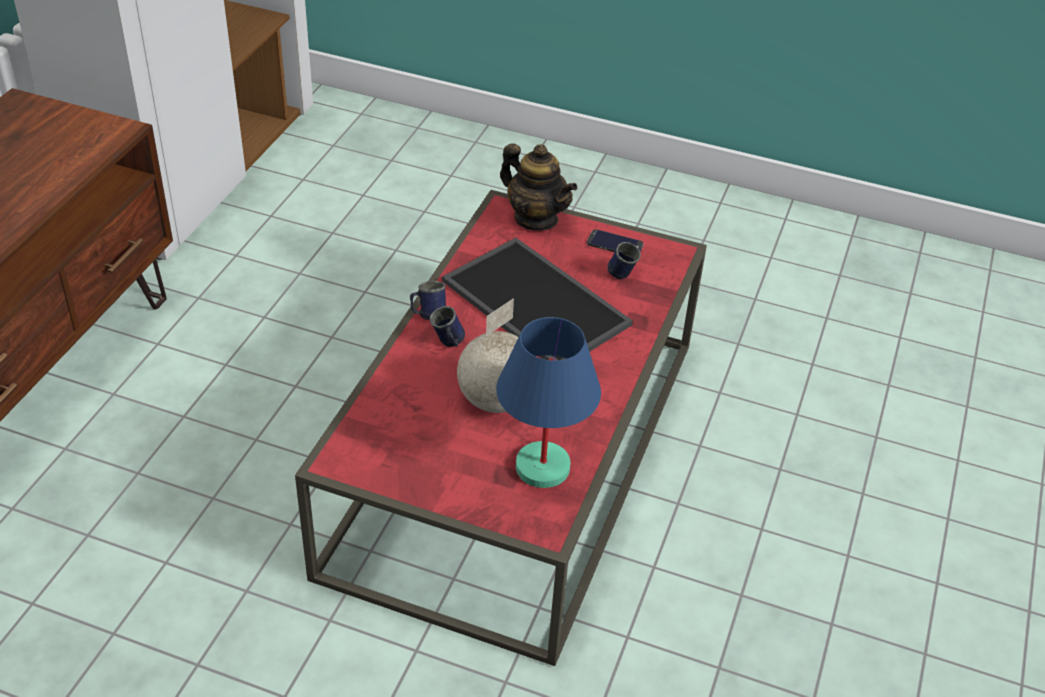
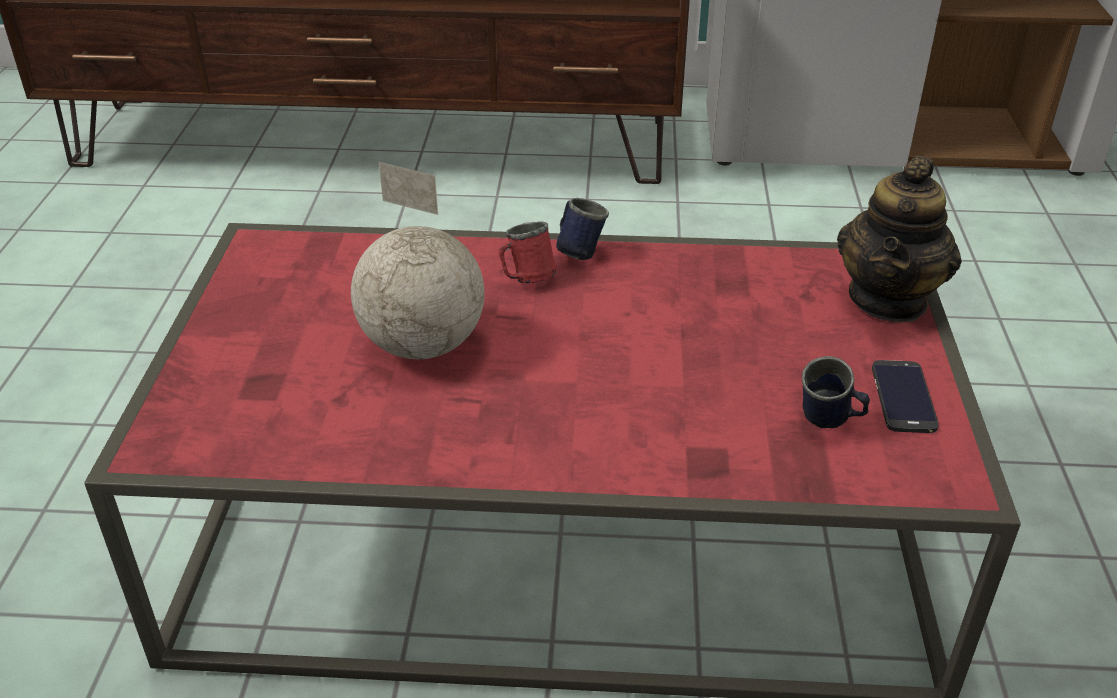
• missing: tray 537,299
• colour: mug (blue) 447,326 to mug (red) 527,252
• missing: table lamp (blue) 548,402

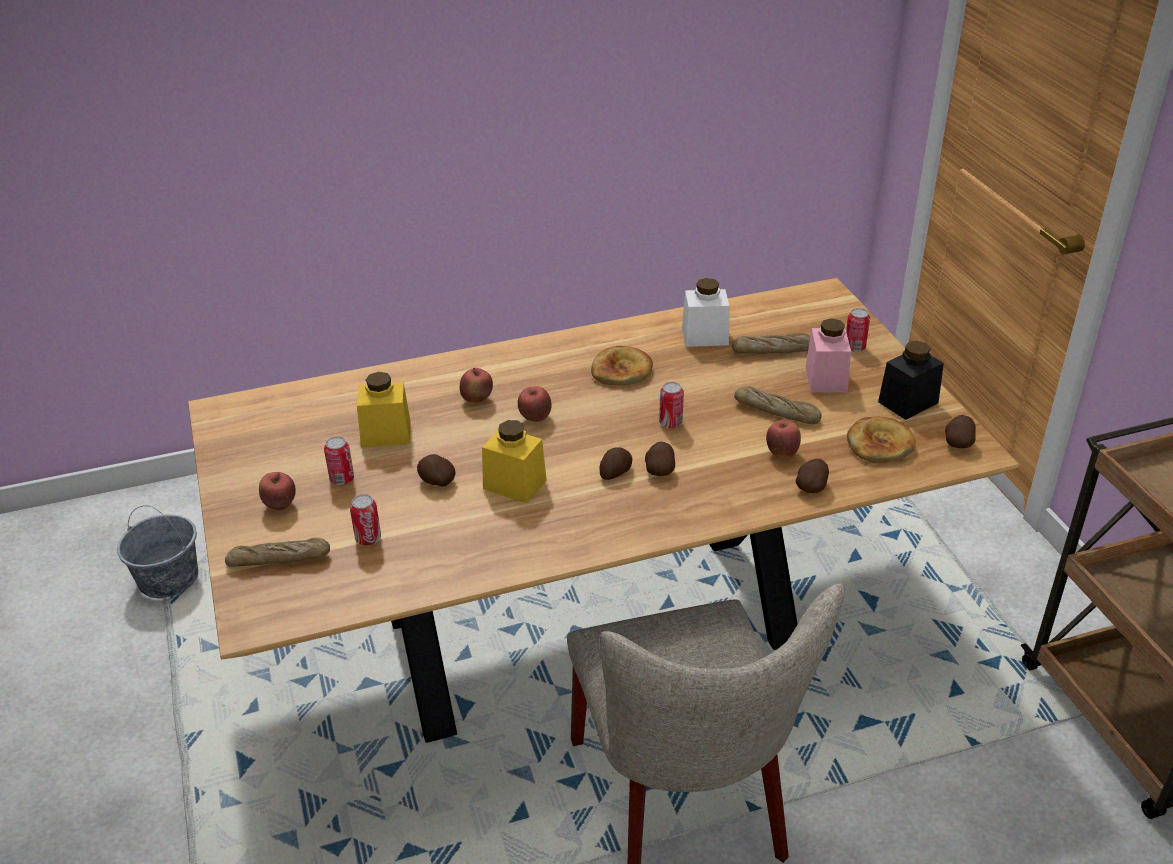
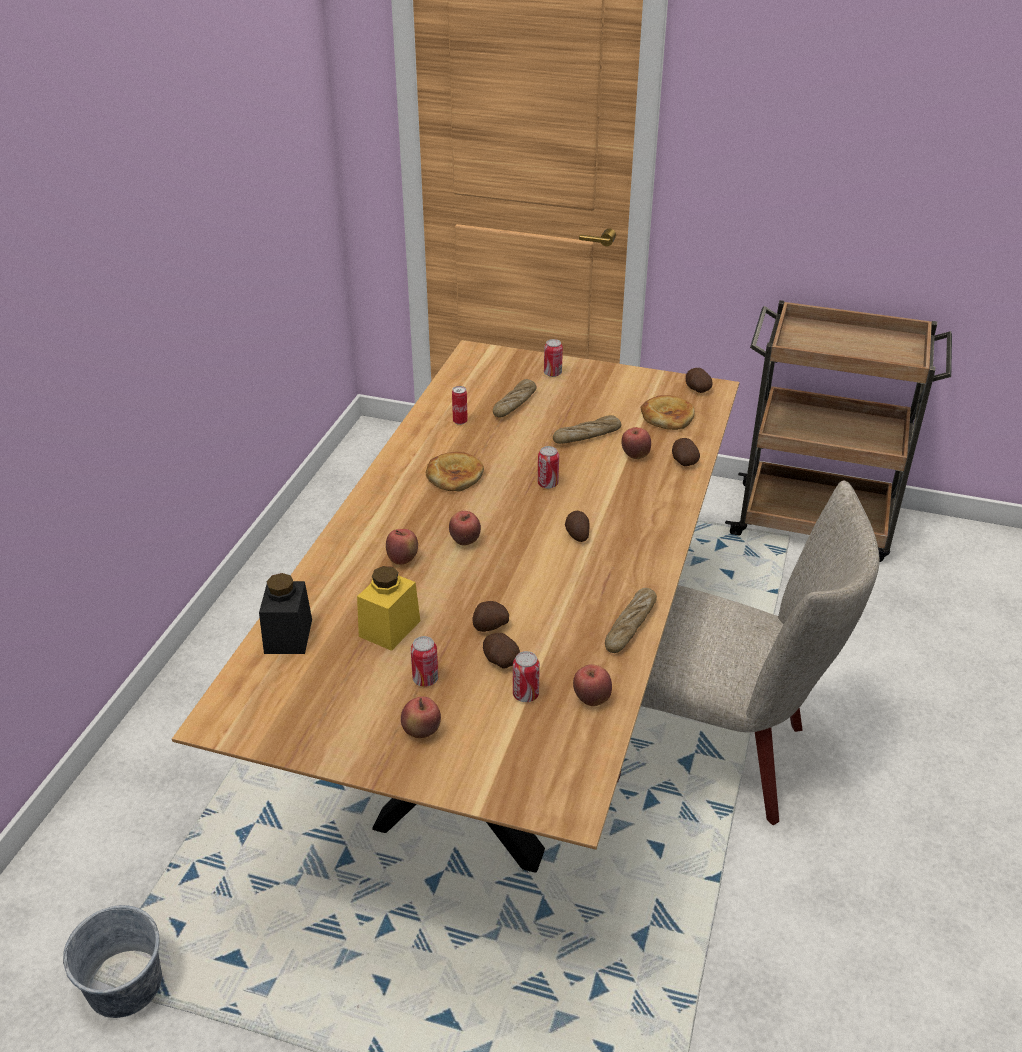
• exchanged: jar (white) 706,312 to can 460,405
• missing: jar (pink) 828,355
• relocated: jar (black) 911,380 to 285,613
• missing: jar (yellow) 514,461
• relocated: potato 660,459 to 501,650
• relocated: bread 277,552 to 631,620
• appeared: apple 592,685

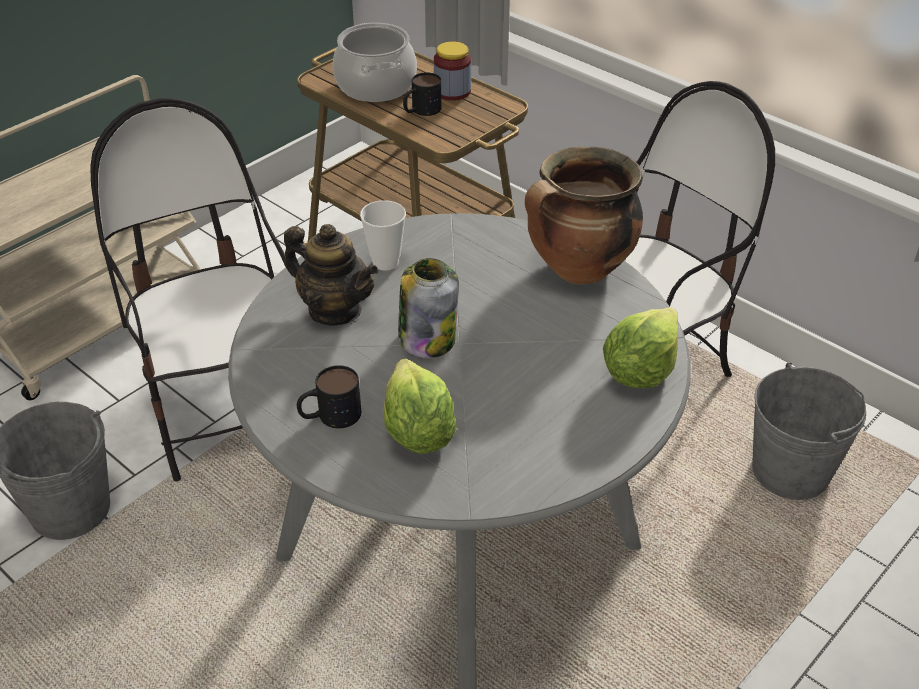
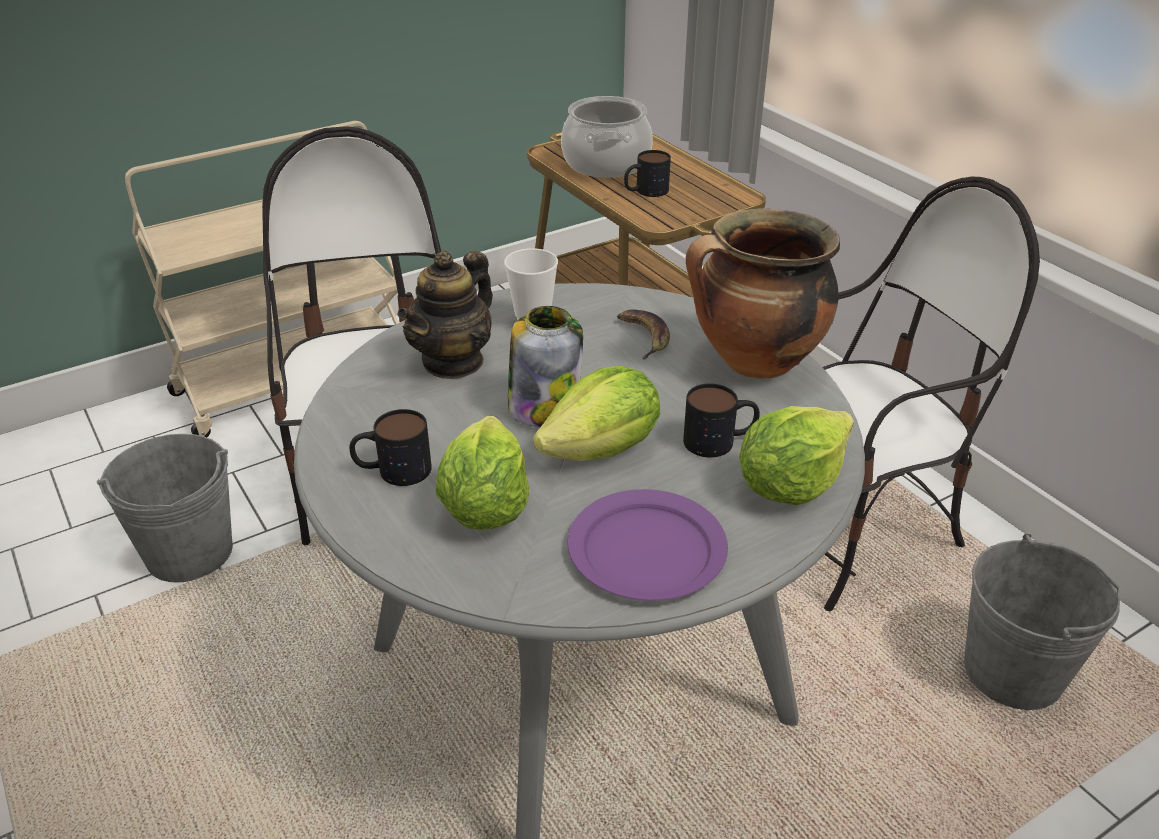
• missing: jar 452,70
• spun: teapot 331,274 = 445,315 75 degrees clockwise
• appeared: banana 643,334
• appeared: lettuce 596,413
• appeared: mug 721,420
• appeared: plate (purple) 647,545

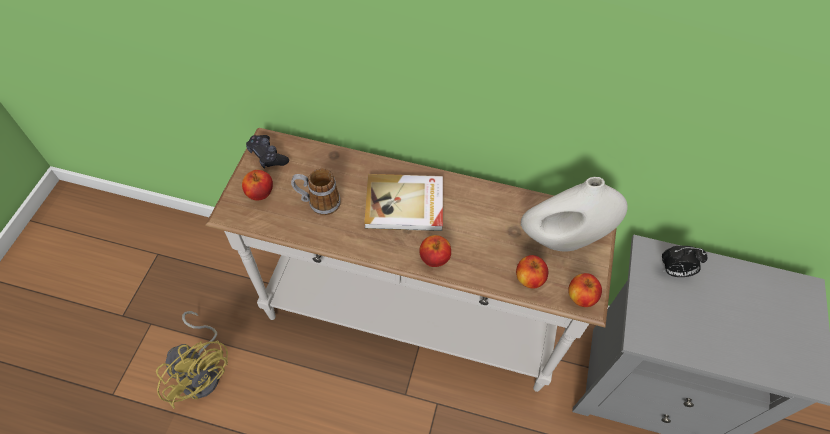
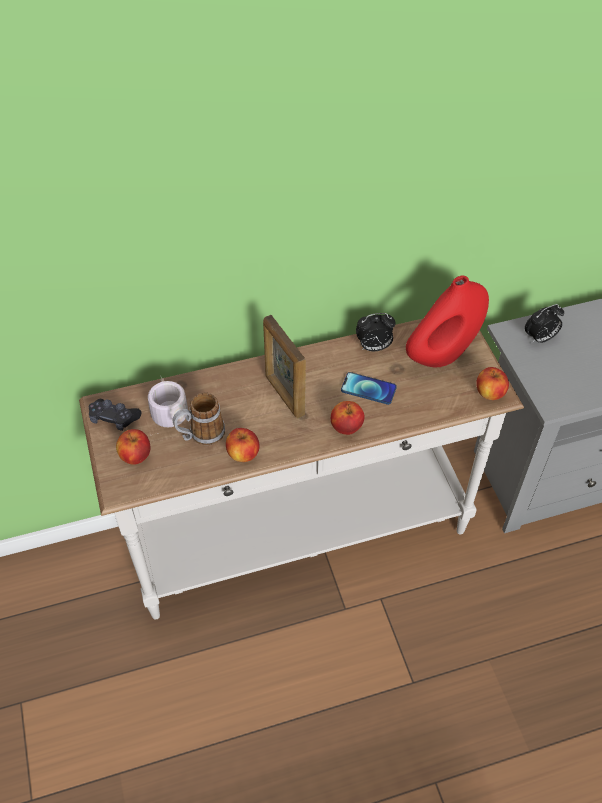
• exchanged: book 403,202 to picture frame 284,366
• colour: vase (white) 574,214 to vase (red) 447,321
• relocated: apple 532,272 to 243,445
• missing: fan (yellow) 192,360
• appeared: alarm clock 376,332
• appeared: phone 369,388
• appeared: mug (grey) 168,406

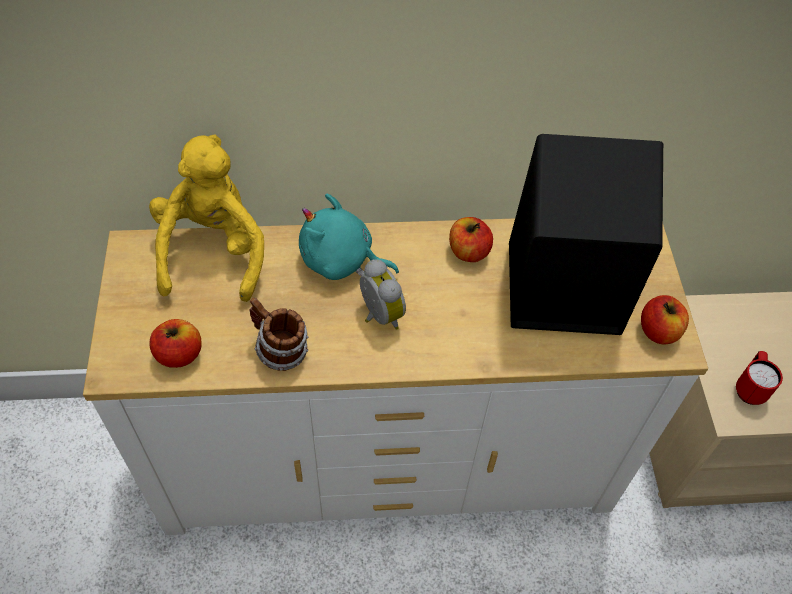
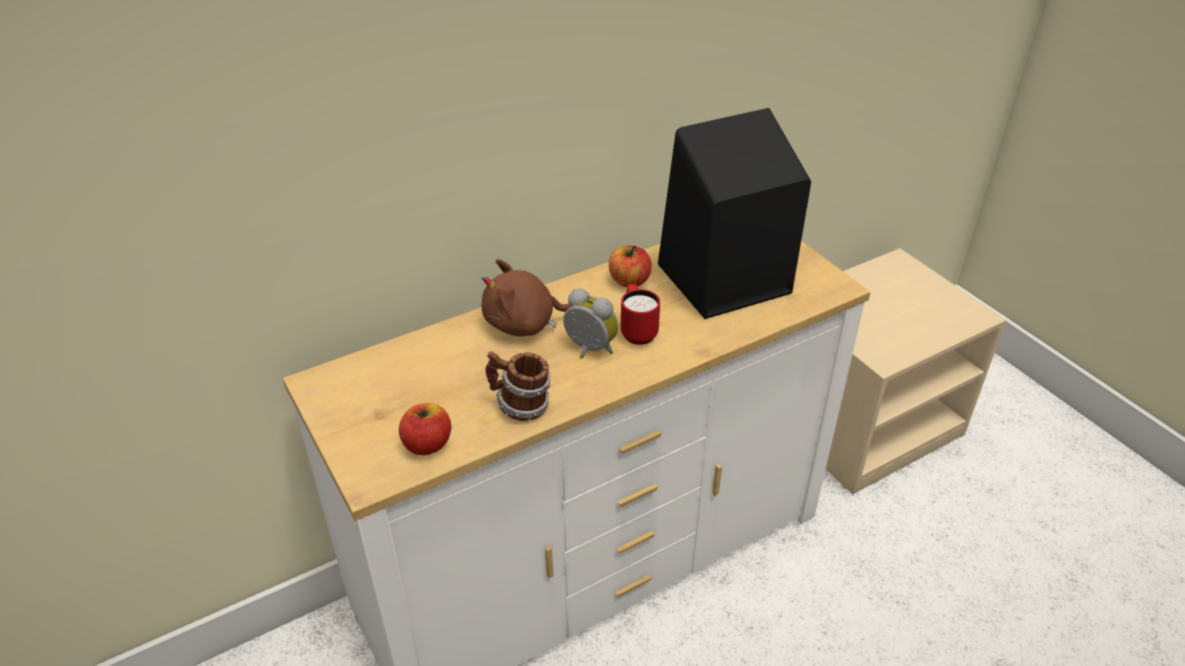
• missing: plush toy (yellow) 206,218
• colour: plush toy (turquoise) 349,237 to plush toy (brown) 526,297
• missing: apple 665,319
• relocated: mug (red) 759,378 to 640,314

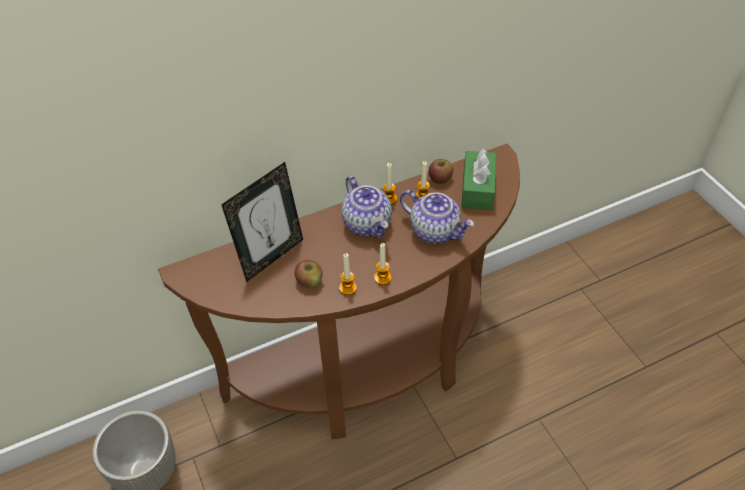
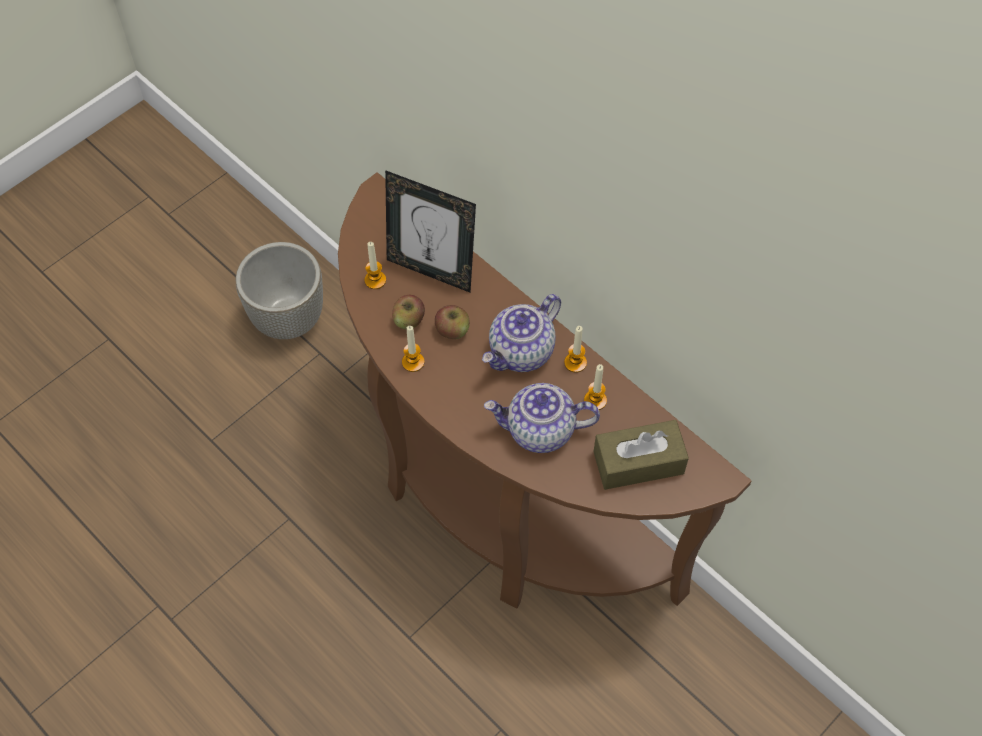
• colour: tissue box (green) 478,179 to tissue box (brown) 641,455
• relocated: apple 441,171 to 452,322
• spun: teapot 437,217 = 542,418 75 degrees clockwise
• relocated: candle 383,264 to 375,265

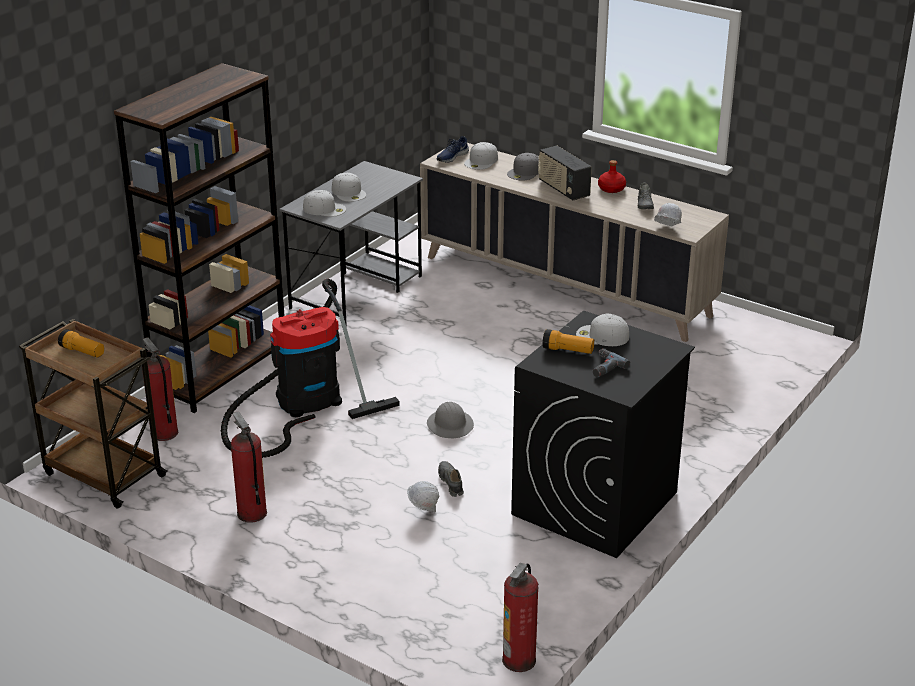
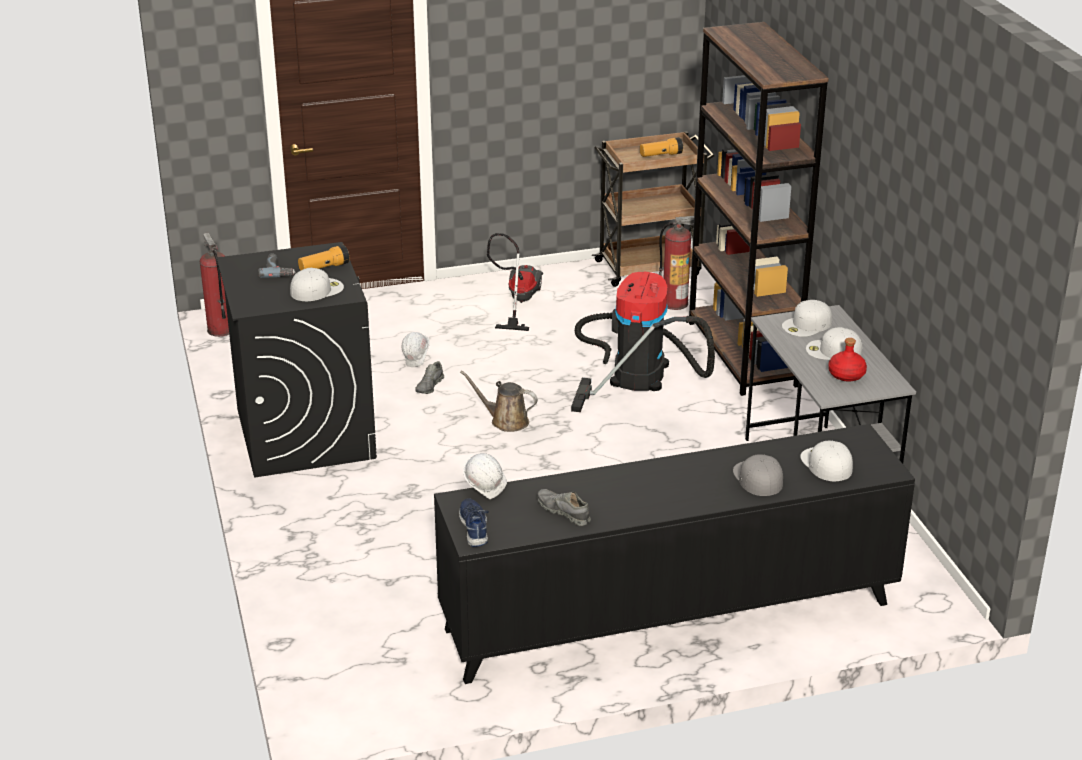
• relocated: shoe (blue) 453,149 to 474,522
• colour: cabinet (beige) 574,242 to cabinet (black) 674,554
• missing: radio 565,172
• relocated: bottle (red) 612,176 to 847,360
• exchanged: hard hat (grey) 450,420 to watering can (brown) 499,401
• exchanged: fire extinguisher 249,467 to vacuum cleaner 515,282
• spun: shoe (grey) 451,479 = 429,377 90 degrees clockwise

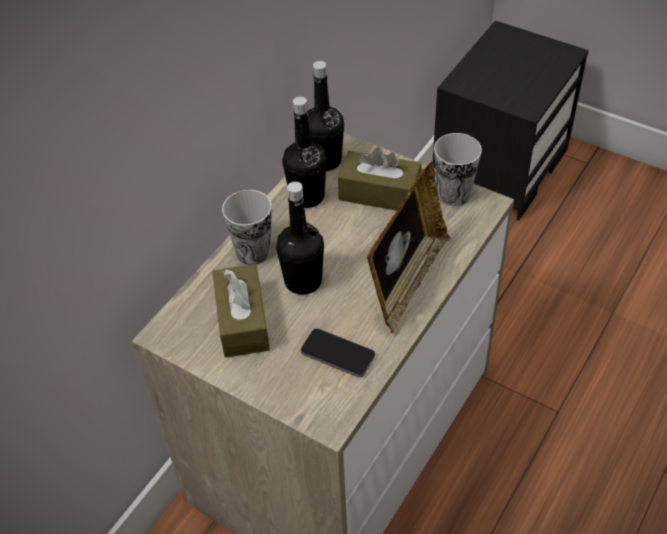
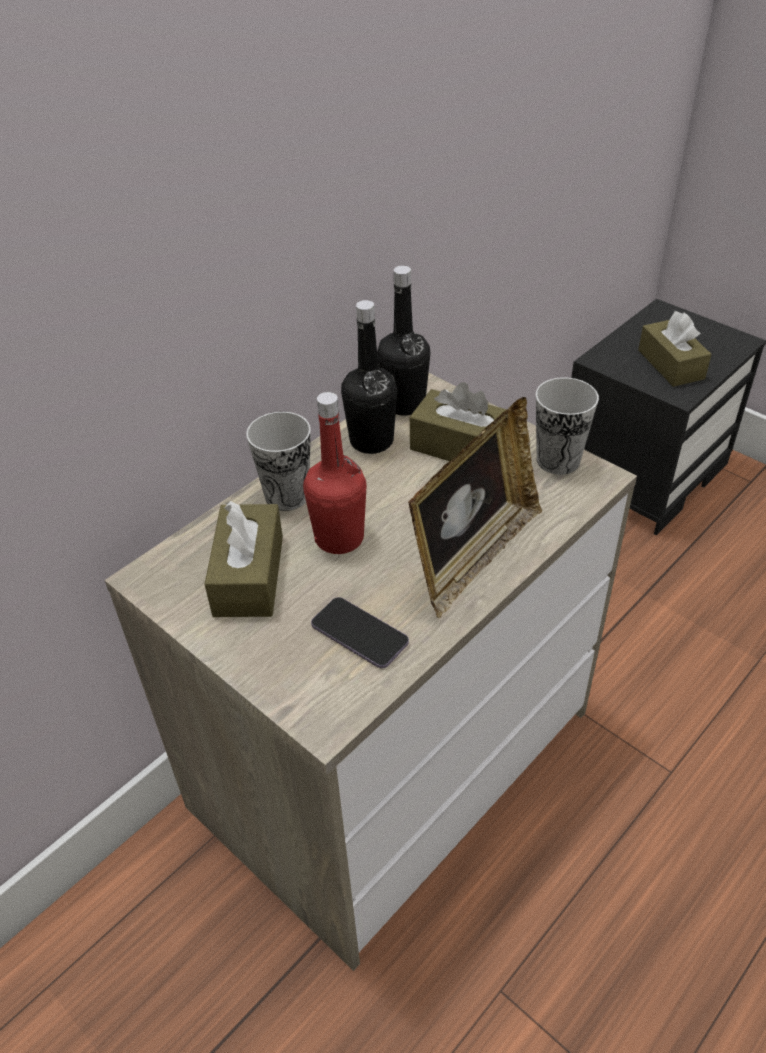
• colour: bottle (black) 300,238 to bottle (red) 334,473
• appeared: tissue box (brown) 675,349

